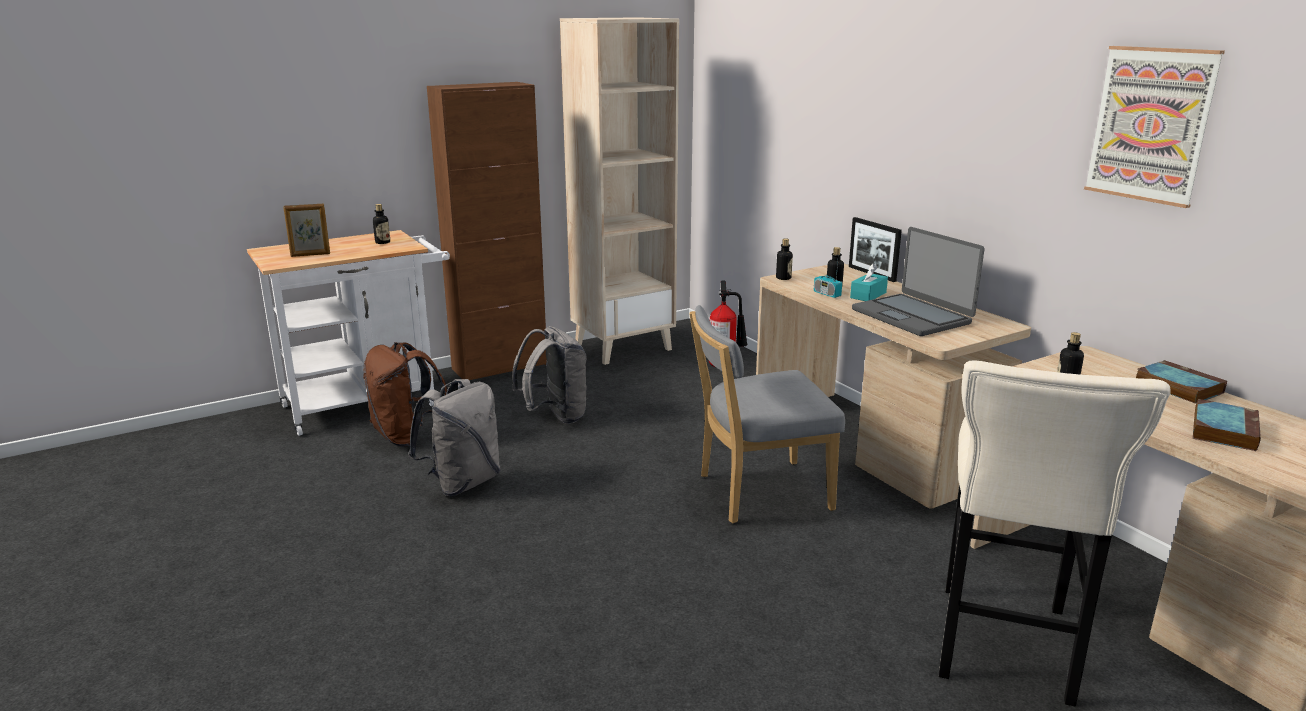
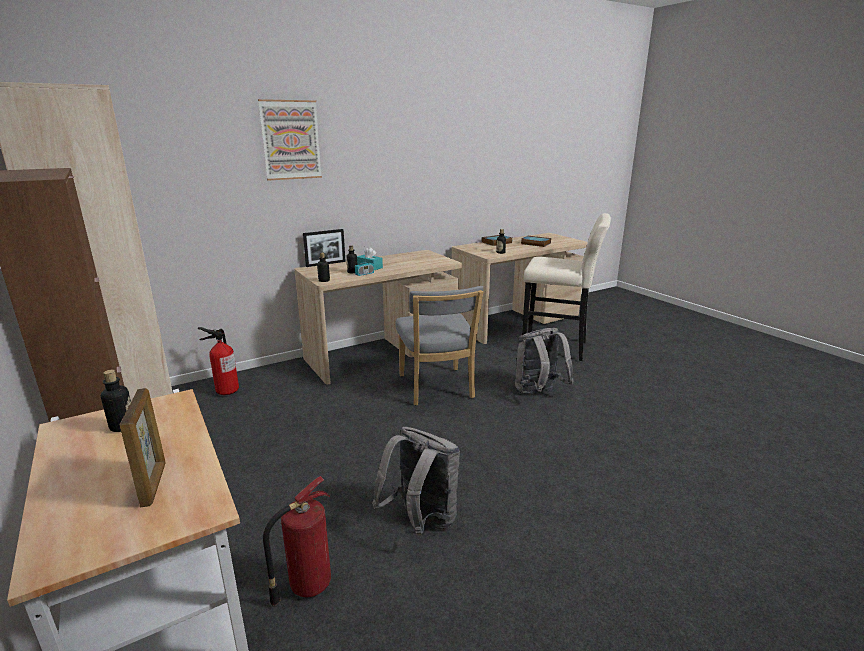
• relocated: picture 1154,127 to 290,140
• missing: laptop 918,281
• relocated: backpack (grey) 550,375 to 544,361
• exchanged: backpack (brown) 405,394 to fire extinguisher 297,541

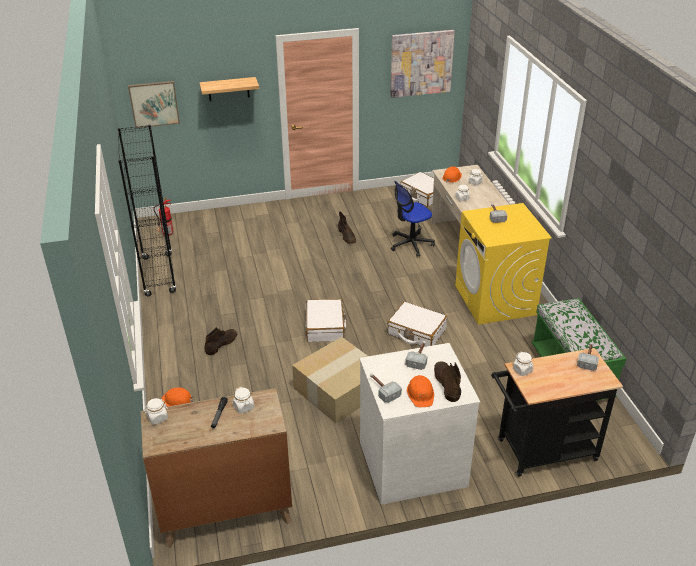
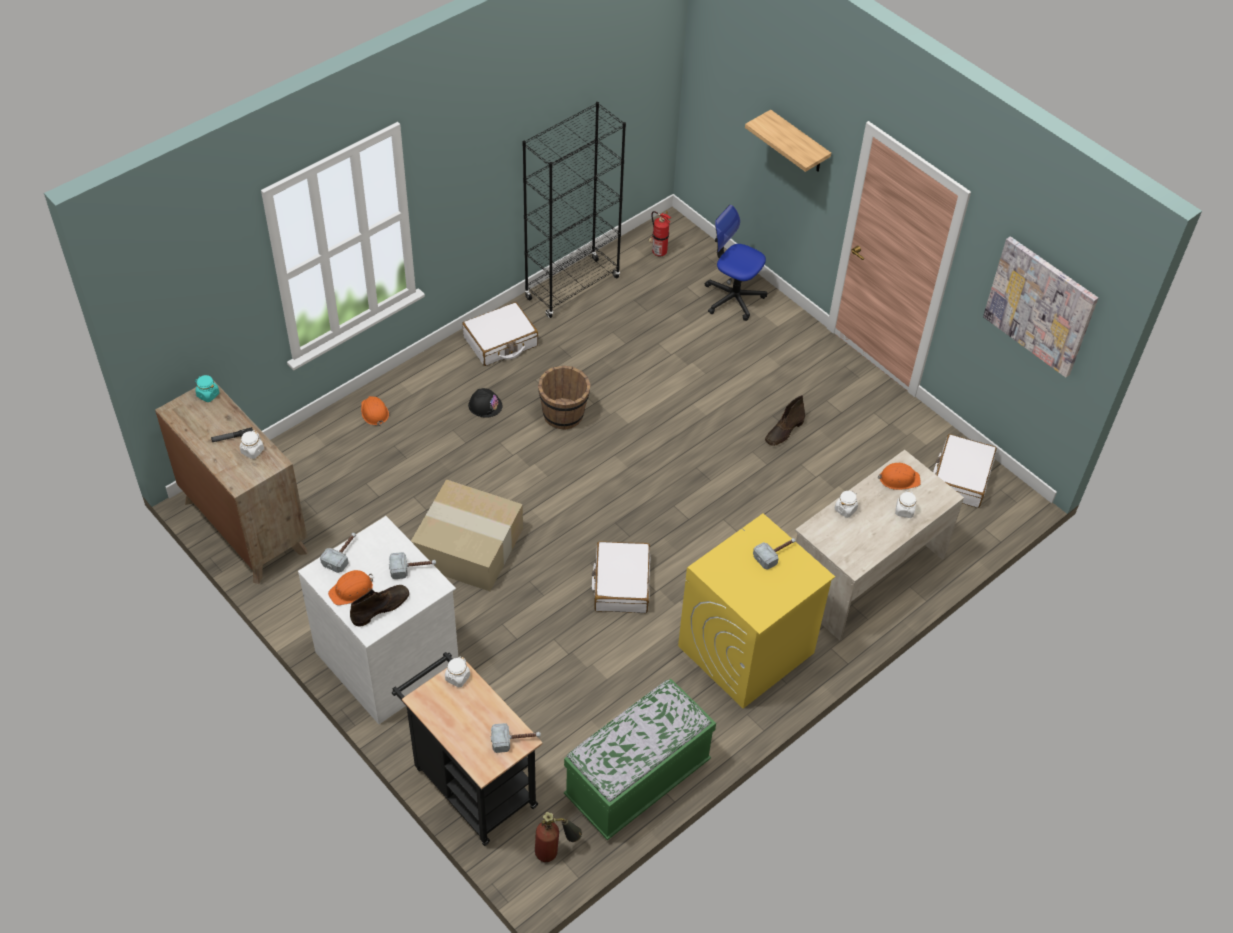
• missing: picture 154,104
• relocated: office chair 413,219 to 736,263
• relocated: suitcase (white) 326,320 to 500,334
• exchanged: boot (brown) 220,341 to hard hat (black) 485,403
• colour: jar (white) 156,411 to jar (turquoise) 207,388
• appeared: bucket (brown) 564,398
• appeared: fire extinguisher 558,837

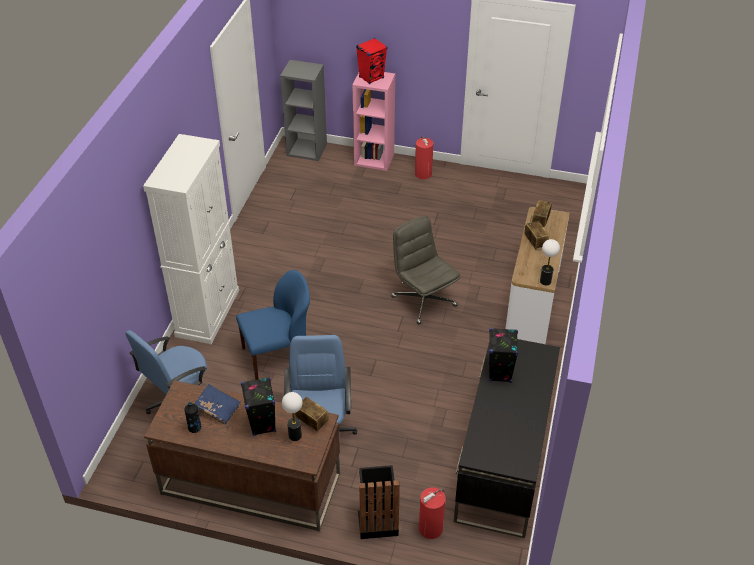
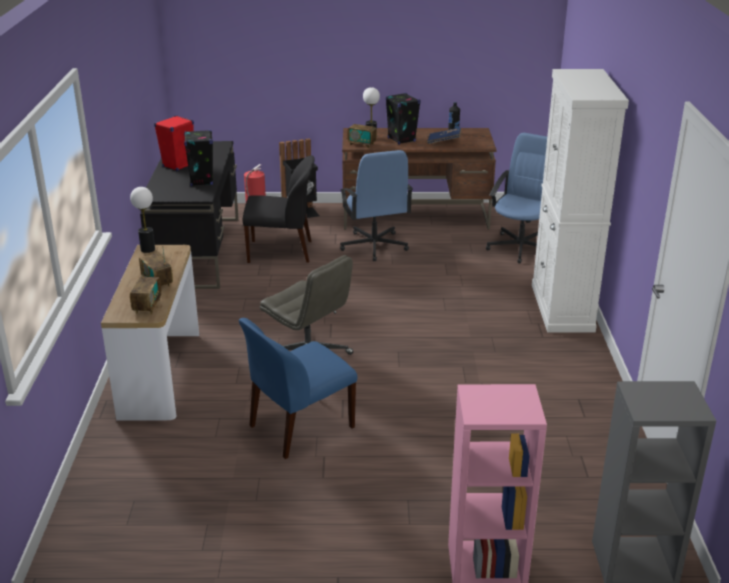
• relocated: speaker (red) 371,61 to 174,143
• missing: fire extinguisher 423,157
• relocated: chair (blue) 273,325 to 298,388
• appeared: chair (black) 279,209

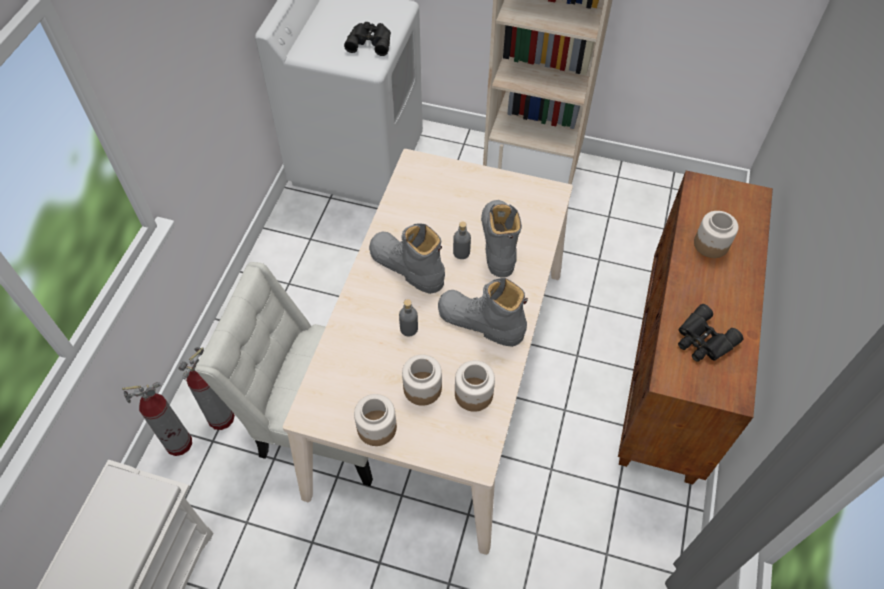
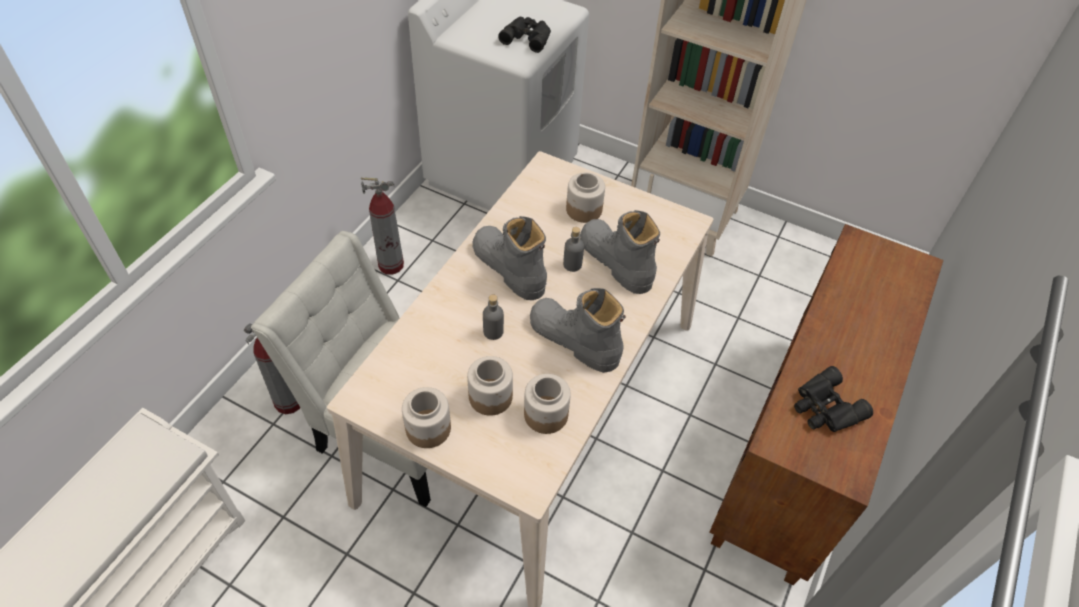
• spun: boot (grey) 501,239 = 620,252 45 degrees counterclockwise
• relocated: jar 716,234 to 585,198
• relocated: fire extinguisher 157,419 to 382,226

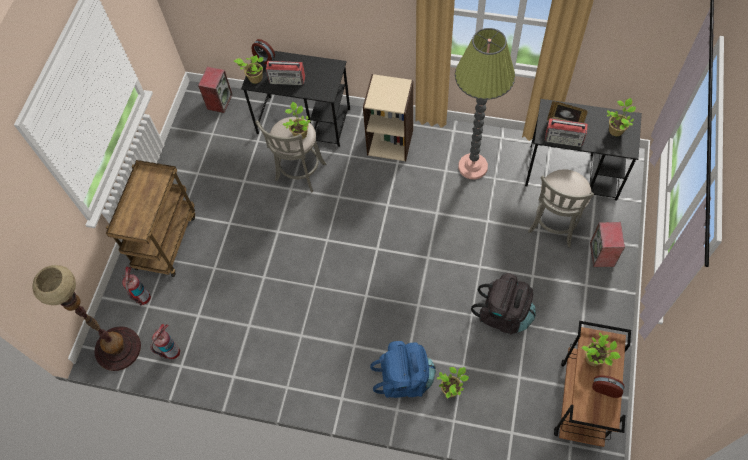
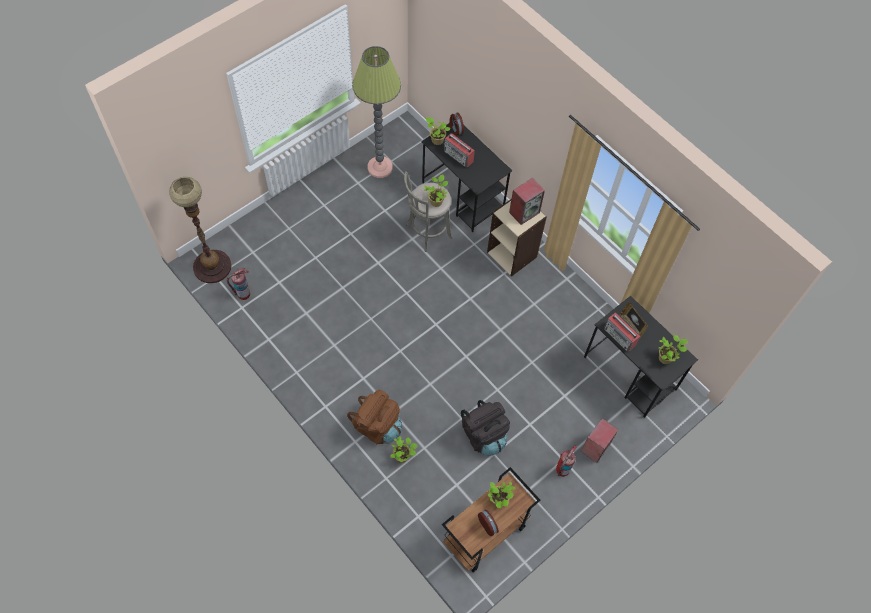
• relocated: floor lamp 485,103 to 376,112
• relocated: speaker 215,90 to 527,201
• missing: cart (brown) 150,218
• missing: stool (grey) 561,208
• relocated: fire extinguisher 136,286 to 566,461
• colour: backpack (blue) 403,369 to backpack (brown) 374,417

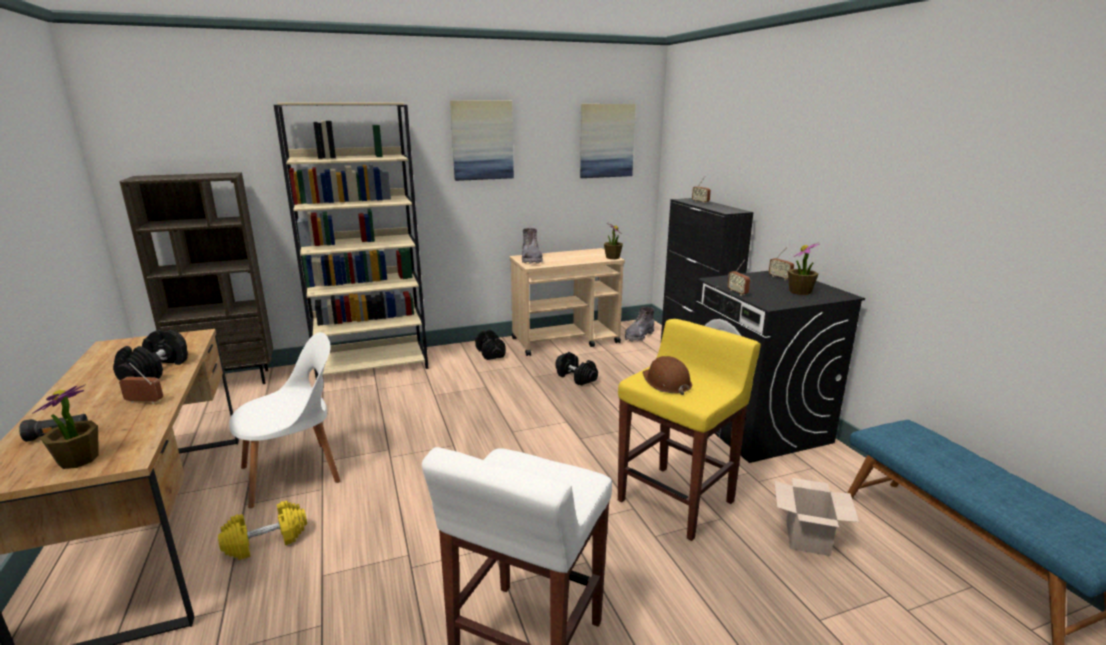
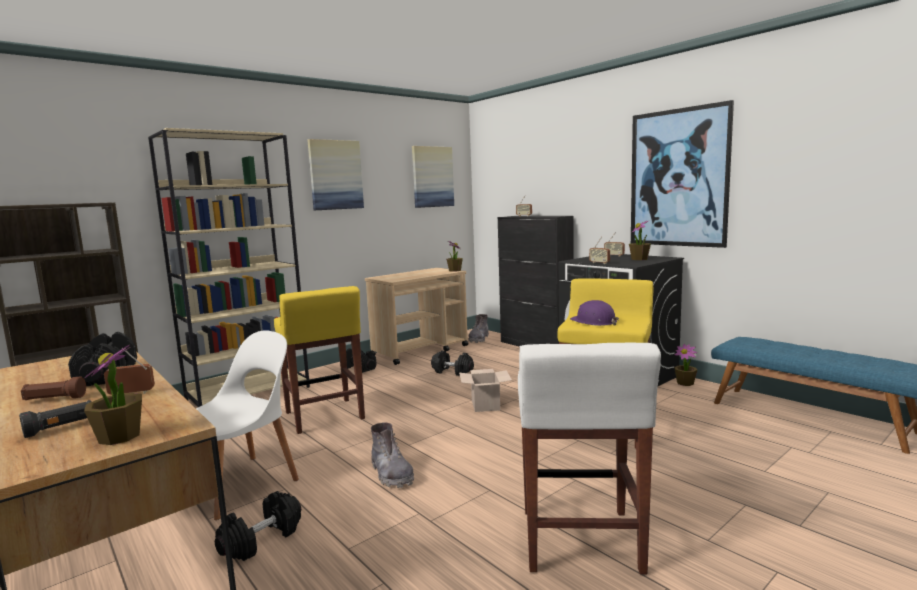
• relocated: boot (grey) 532,246 to 392,455
• colour: hard hat (brown) 667,375 to hard hat (purple) 594,313
• relocated: cardboard box 816,517 to 485,390
• colour: dumbbell (yellow) 262,530 to dumbbell (black) 258,526
• appeared: picture 682,174
• appeared: stool (yellow) 319,360
• appeared: potted plant 685,365
• appeared: flashlight (brown) 53,388

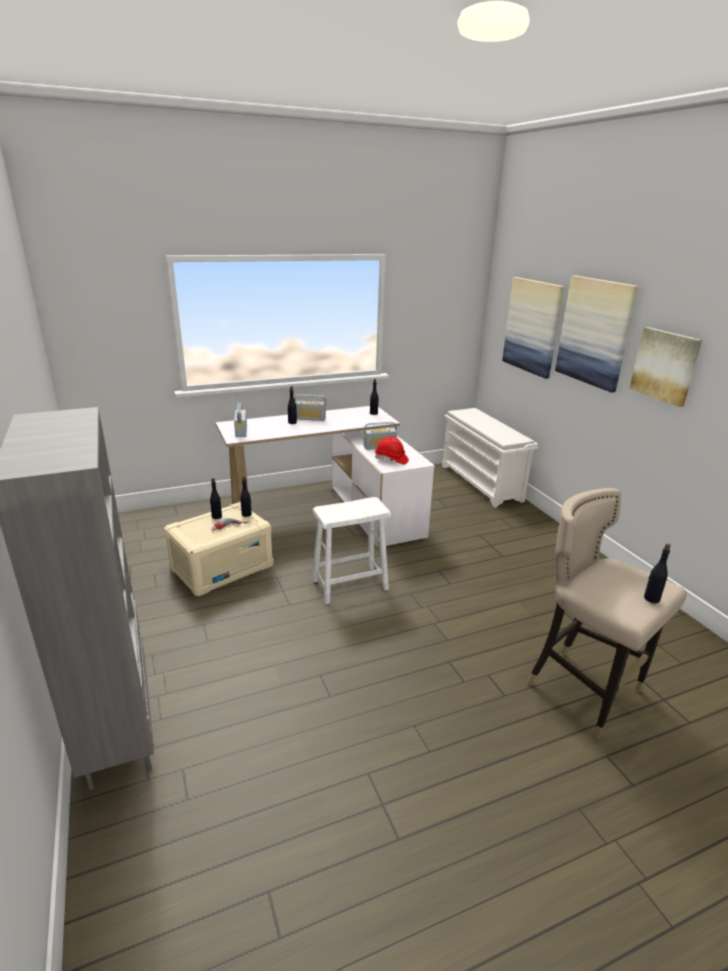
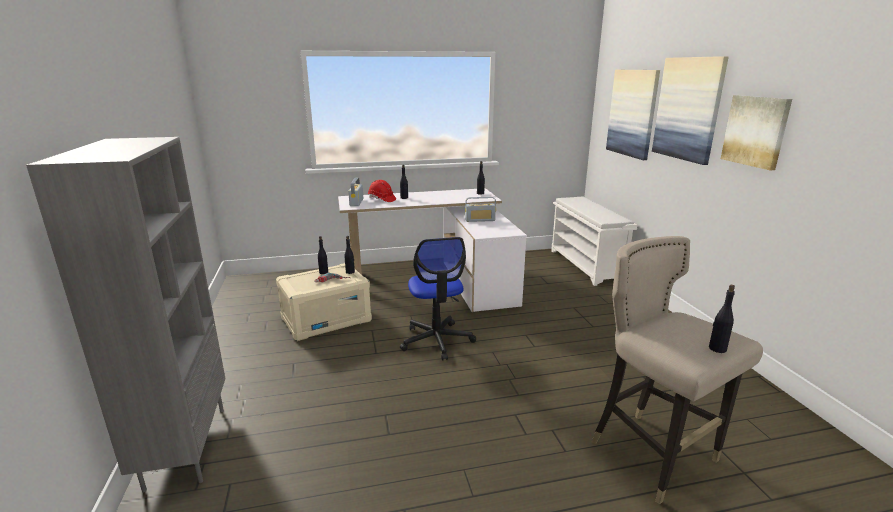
• missing: radio 310,407
• relocated: hard hat (red) 392,451 to 382,191
• exchanged: stool (white) 351,550 to office chair 438,298

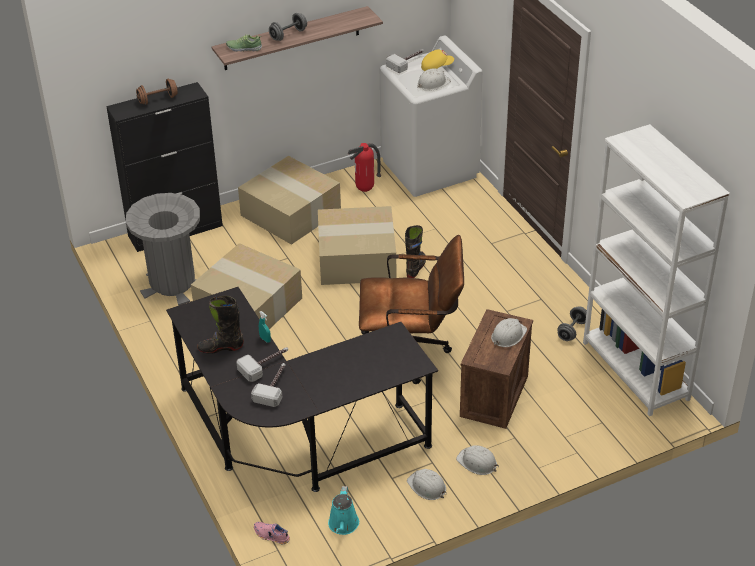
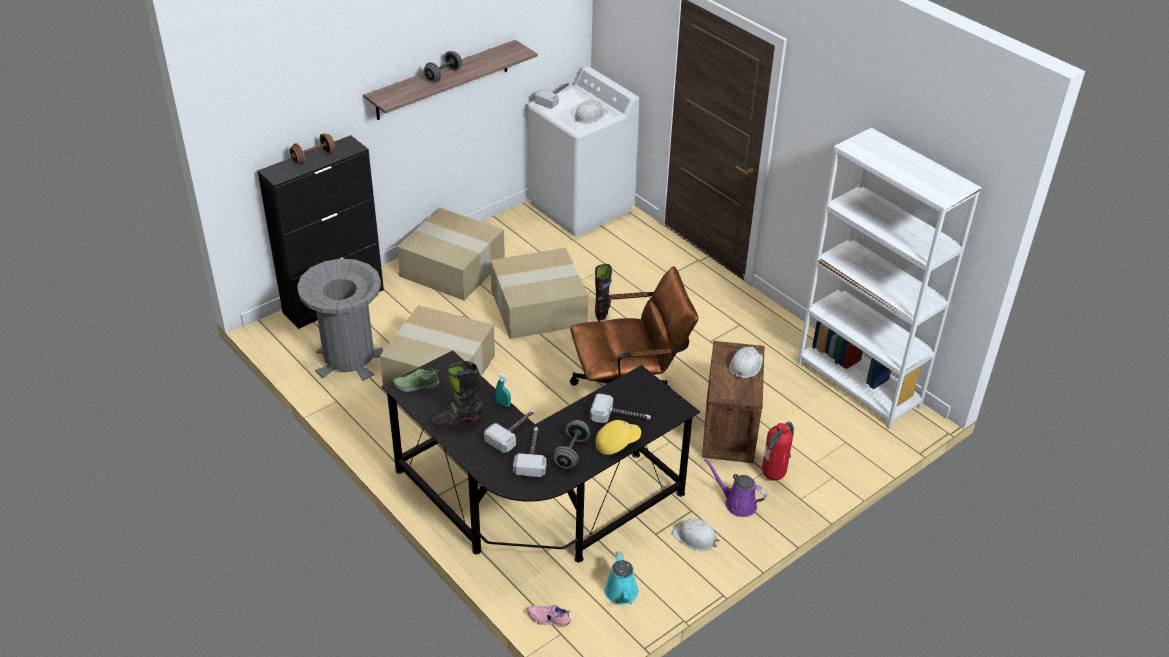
• relocated: shoe 244,43 to 416,380
• relocated: cap (yellow) 437,60 to 618,437
• relocated: fire extinguisher 364,167 to 778,451
• relocated: dumbbell (grey) 572,323 to 571,444
• exchanged: hard hat (white) 477,460 to watering can (purple) 735,487
• appeared: hammer 620,408

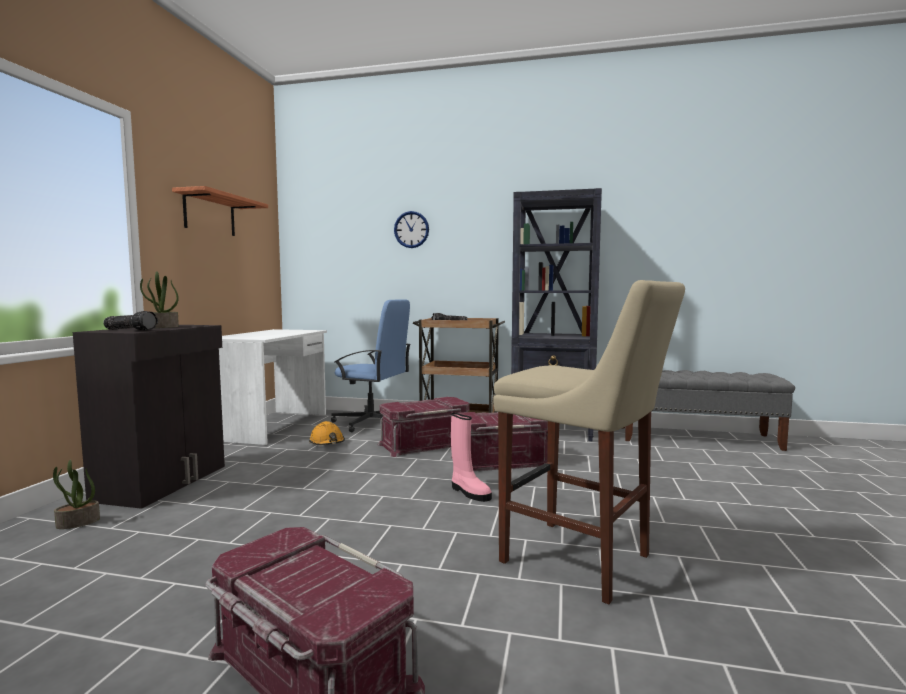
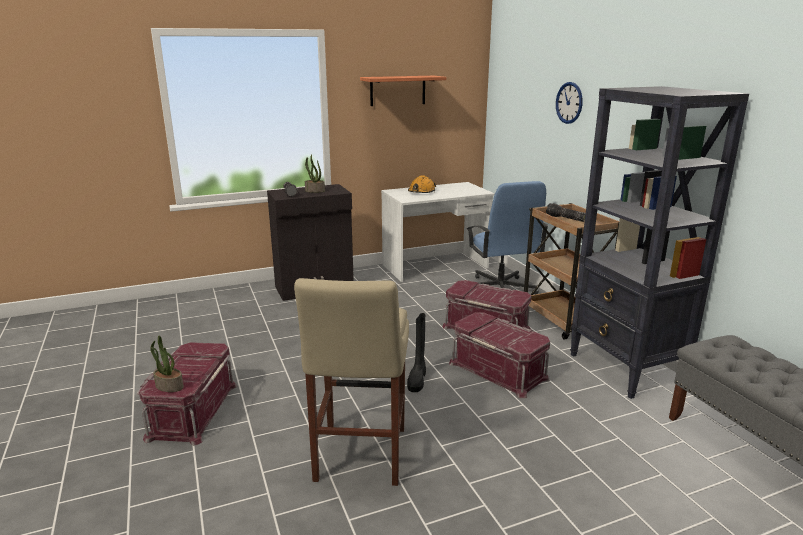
• colour: boot (pink) 471,457 to boot (black) 416,352
• relocated: hard hat (orange) 327,433 to 422,184
• relocated: potted plant 76,494 to 167,364

